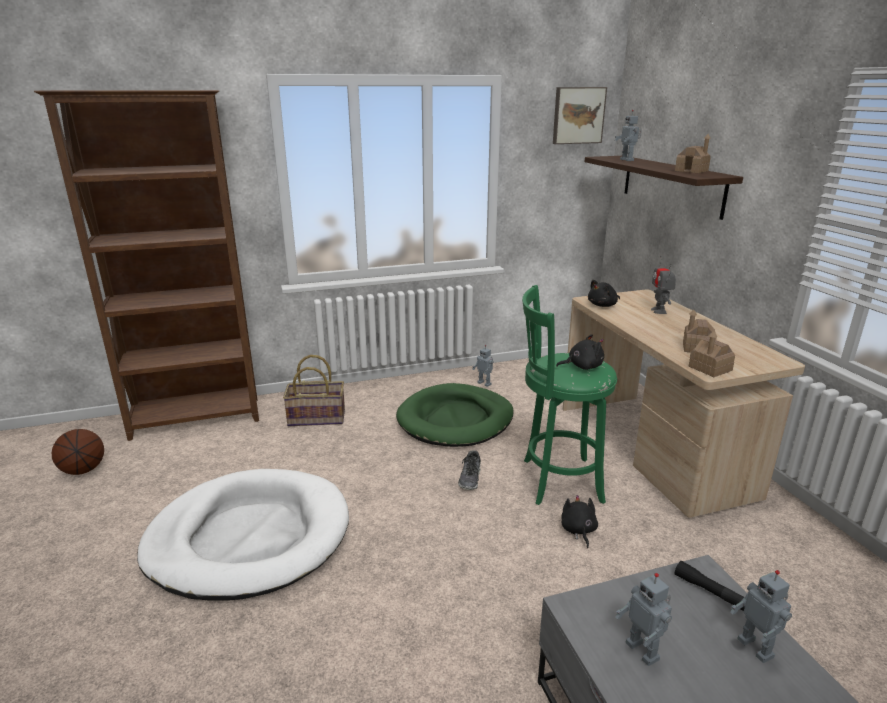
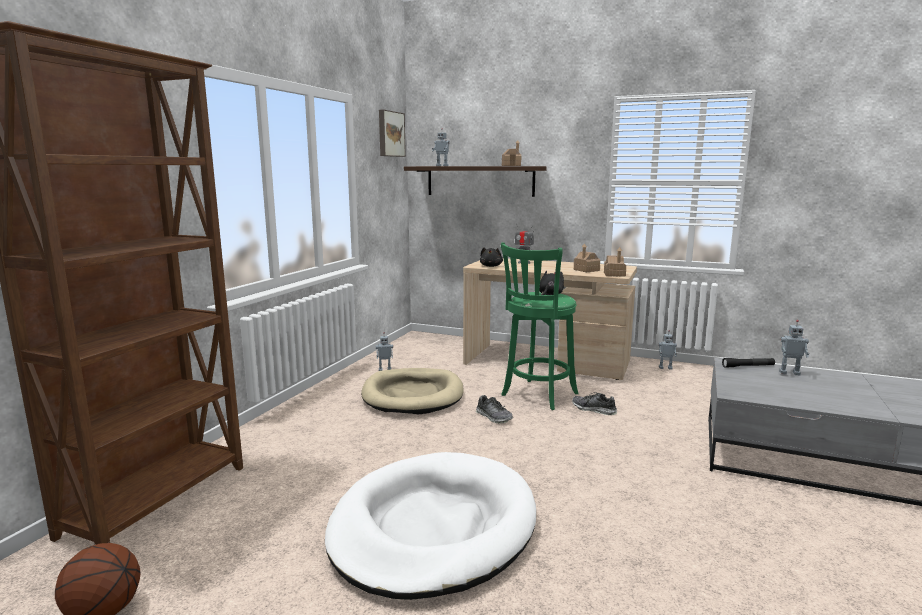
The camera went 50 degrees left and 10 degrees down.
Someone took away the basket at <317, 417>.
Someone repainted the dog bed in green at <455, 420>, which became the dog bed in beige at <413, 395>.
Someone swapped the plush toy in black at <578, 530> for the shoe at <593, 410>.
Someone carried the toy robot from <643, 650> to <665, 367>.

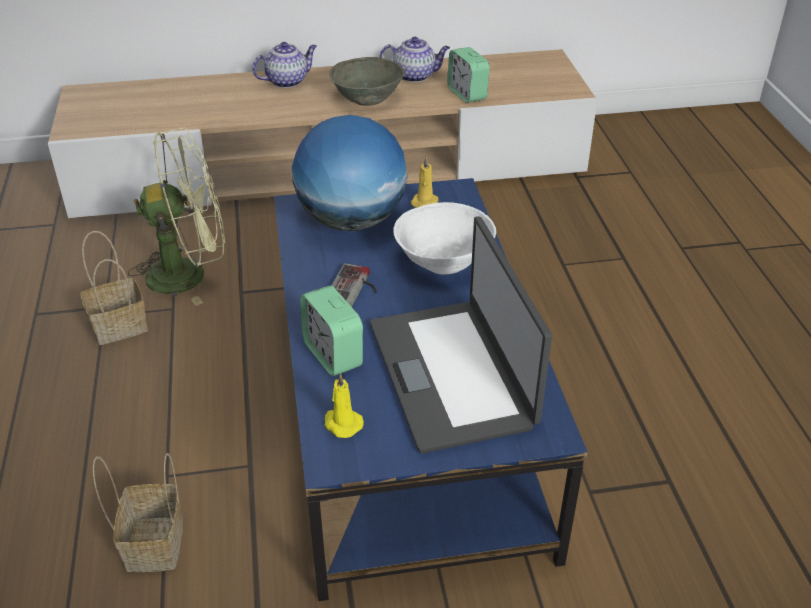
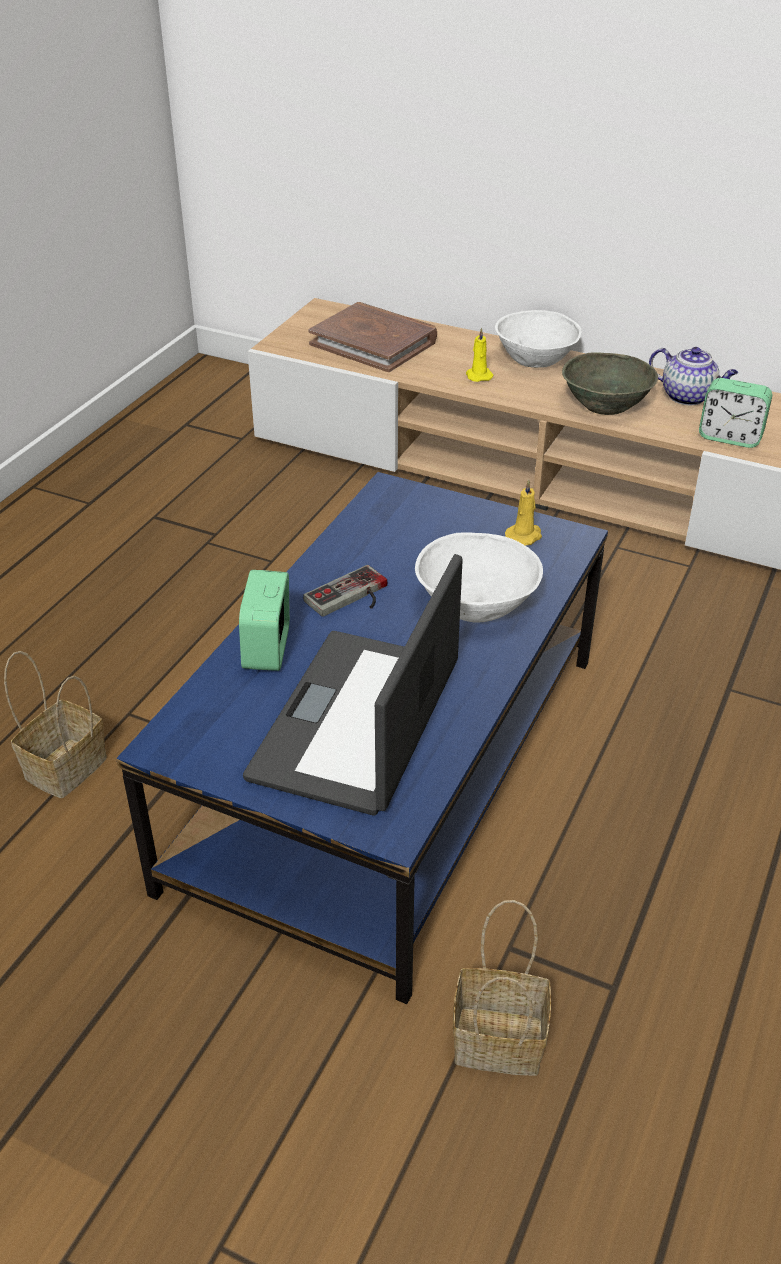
The camera went 35 degrees right and 0 degrees up.
Someone swapped the teapot at <287, 81> for the bowl in white at <537, 359>.
Someone rotated the alarm clock at <467, 94> by 75 degrees counterclockwise.
Someone took away the globe at <351, 221>.
Someone took away the fan in green at <189, 274>.
Someone carried the basket from <121, 325> to <502, 1040>.
Someone carried the candle in yellow from <342, 423> to <478, 375>.
Someone put down the book in brown at <374, 342>.

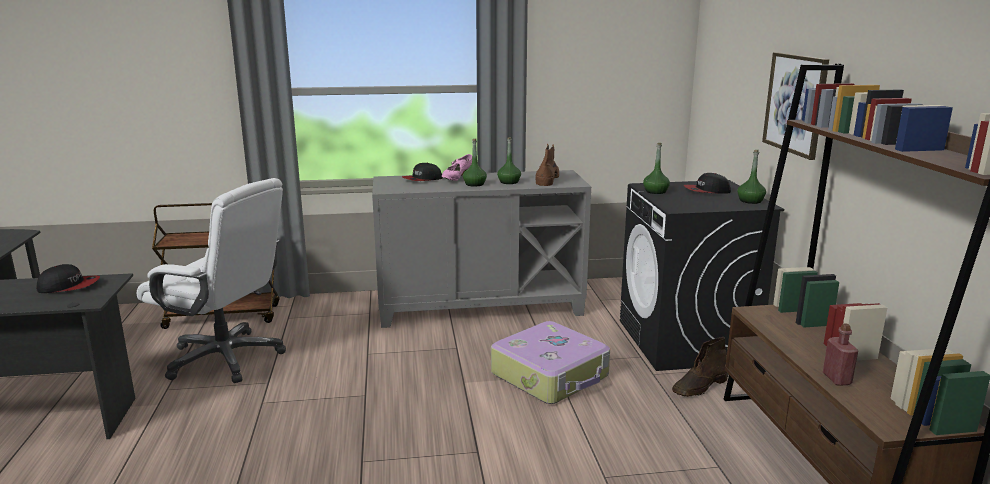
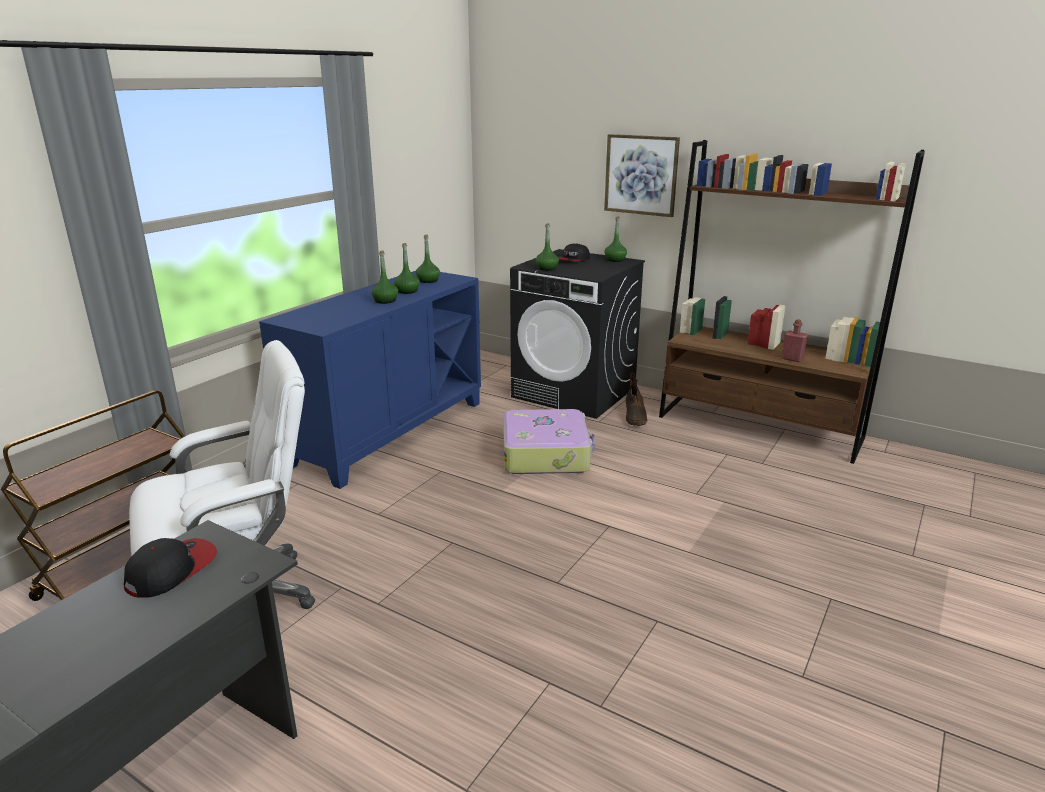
The camera went 50 degrees left and 5 degrees up.
Someone swapped the boot in brown at <547, 179> for the bottle in green at <428, 281>.
Someone took away the shoe in pink at <457, 179>.
Someone took away the cap at <422, 179>.
Someone repainted the cabinet in grey at <480, 307>, which became the cabinet in blue at <389, 432>.

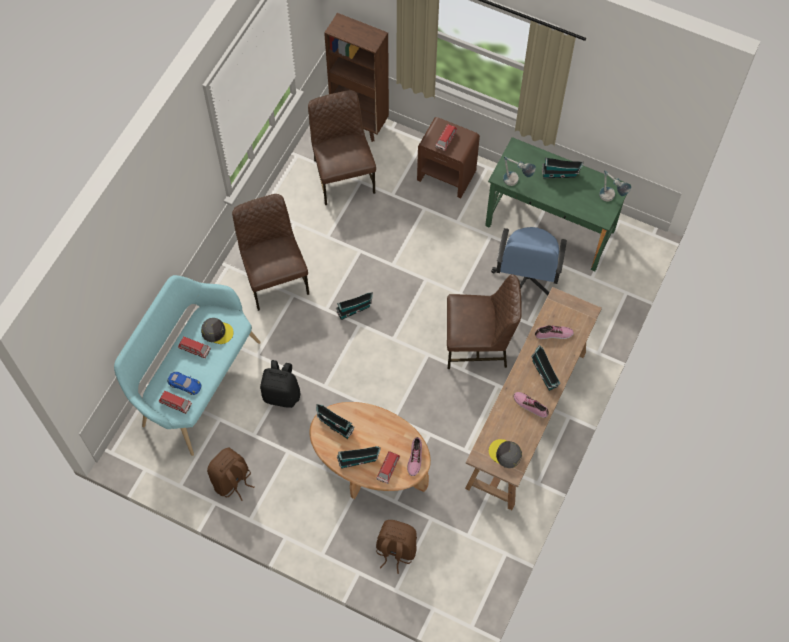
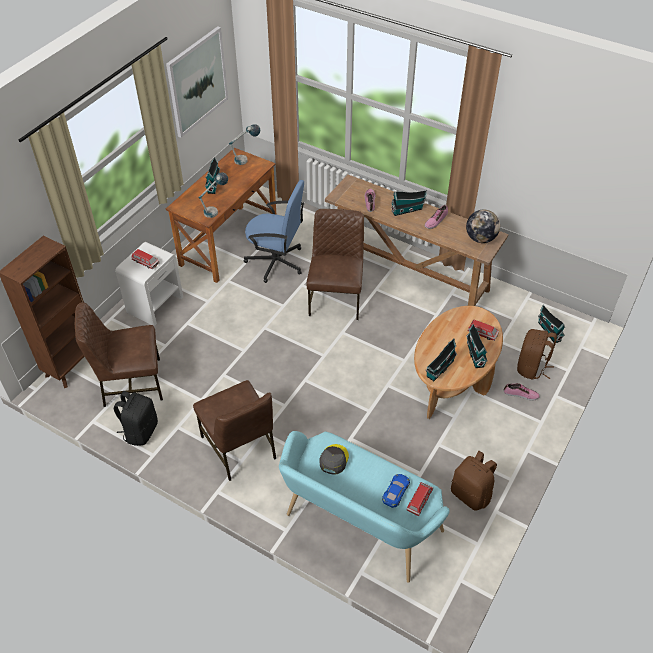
The camera went 85 degrees left and 15 degrees down.
Someone repainted the nightstand in brown at <447, 175>, which became the nightstand in white at <155, 304>.
Someone repainted the desk in green at <550, 227>, which became the desk in brown at <228, 243>.
Someone rotated the chair in brown at <274, 277> by 105 degrees counterclockwise.
Someone carried the toy house from <355, 309> to <548, 330>.
Someone took away the toy car at <194, 349>.
Someone carried the backpack in black from <282, 394> to <140, 431>.
Someone carried the shoe from <414, 458> to <521, 394>.
Someone swapped the cap in grey at <505, 454> for the globe at <480, 238>.
Someone put up the picture at <197, 81>.

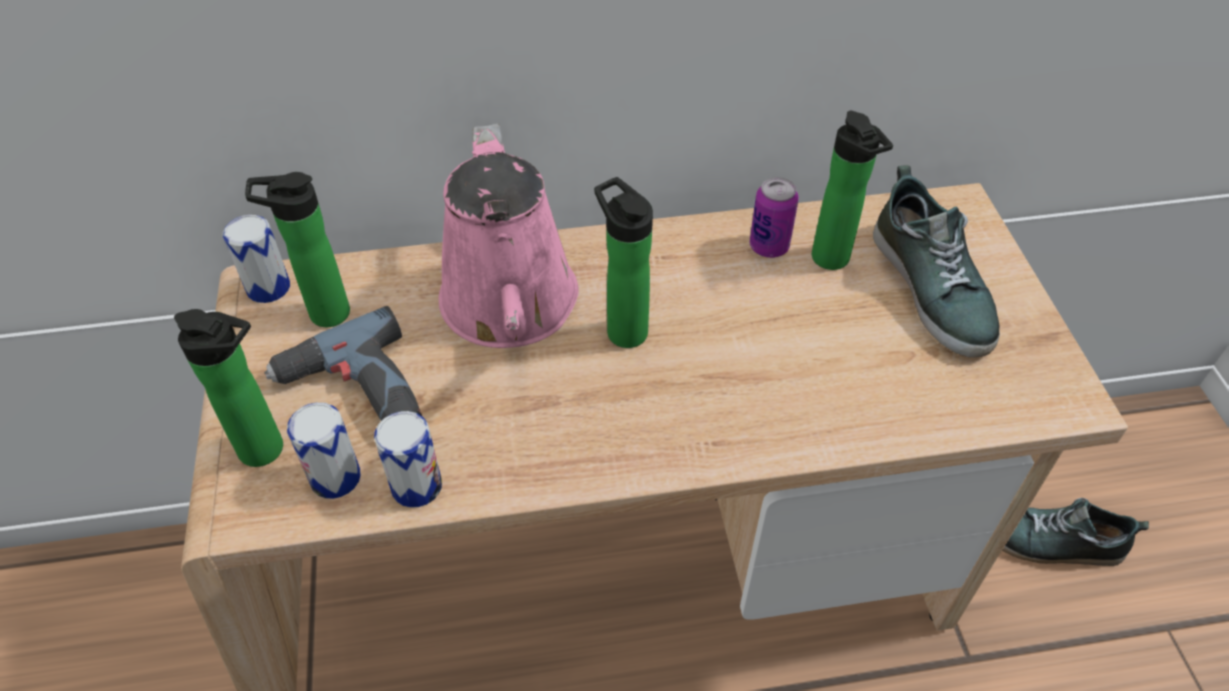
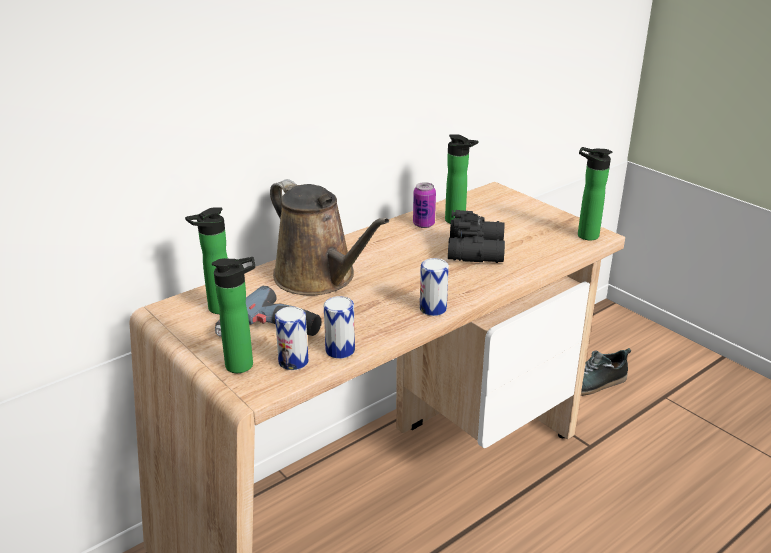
The camera went 30 degrees left and 20 degrees down.
Someone repainted the watering can in pink at <511, 308>, which became the watering can in brown at <319, 278>.
Someone took away the shoe at <933, 287>.
Someone carried the bottle from <623, 329> to <584, 235>.
Someone carried the can from <268, 288> to <433, 308>.
Someone put down the binoculars in black at <477, 250>.

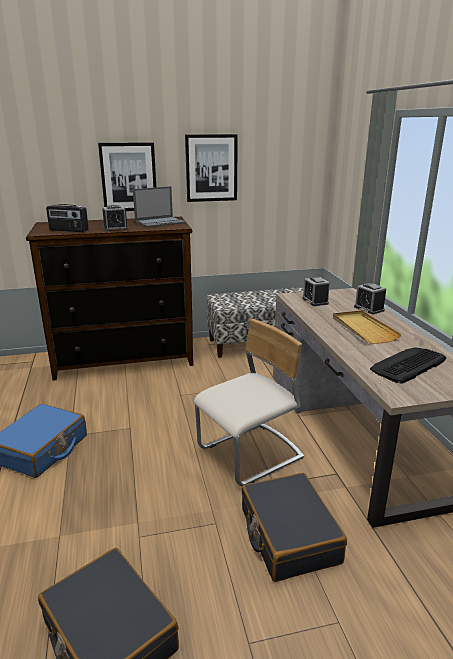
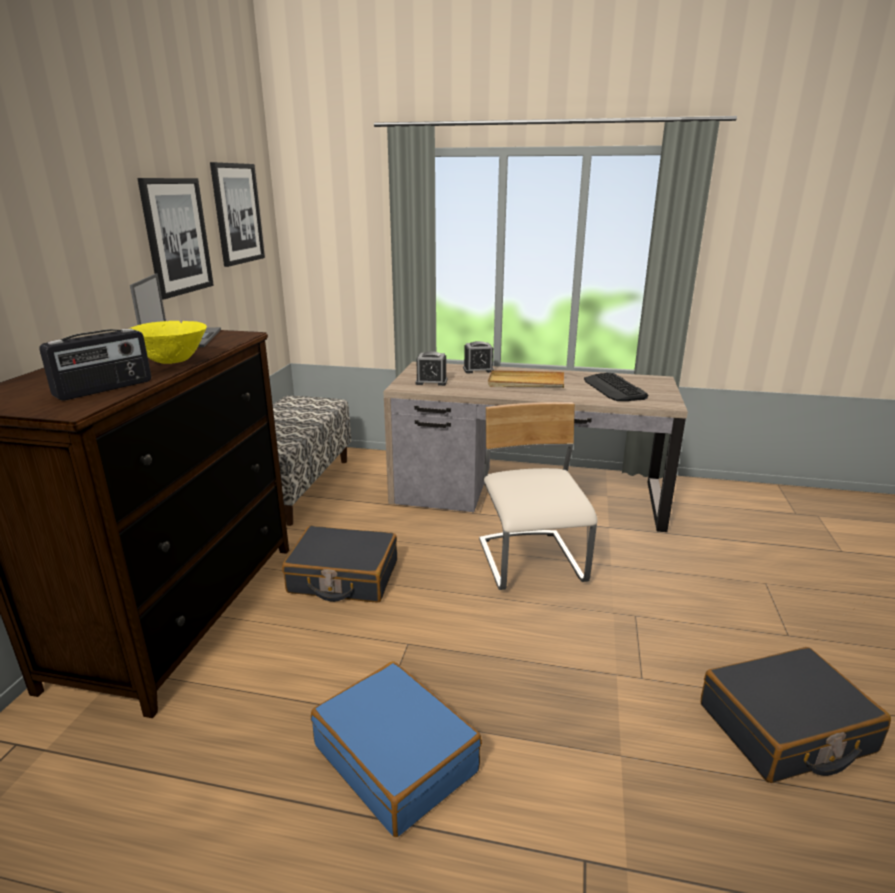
The camera went 65 degrees left and 0 degrees up.
Someone carried the picture from <128, 177> to <237, 214>.
Someone swapped the alarm clock at <115, 229> for the bowl in yellow at <172, 362>.
Someone carried the suitcase in black from <288, 535> to <343, 577>.

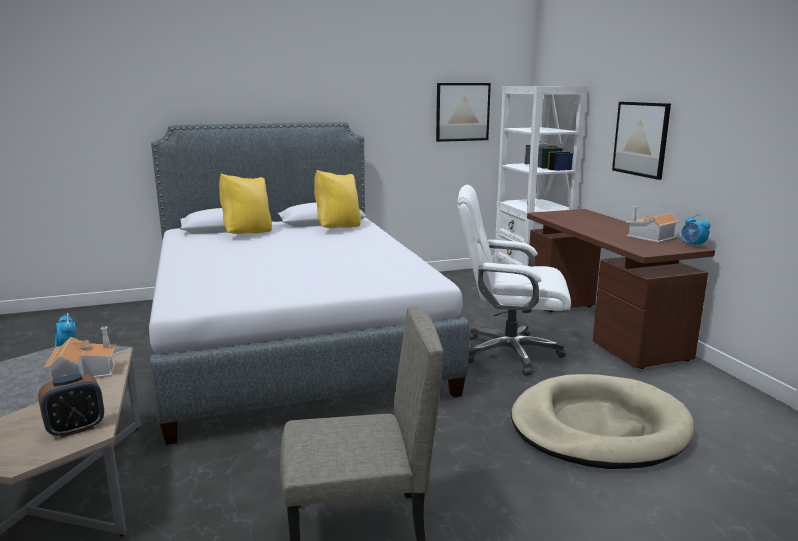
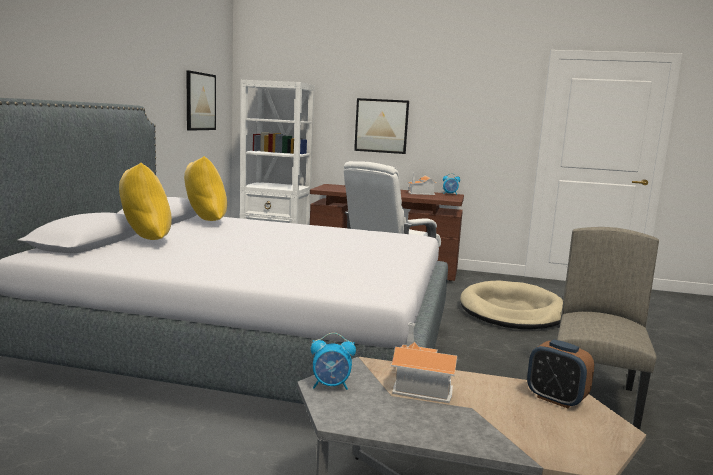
The camera went 60 degrees left and 5 degrees down.
Someone rotated the alarm clock at <76, 428> by 135 degrees clockwise.

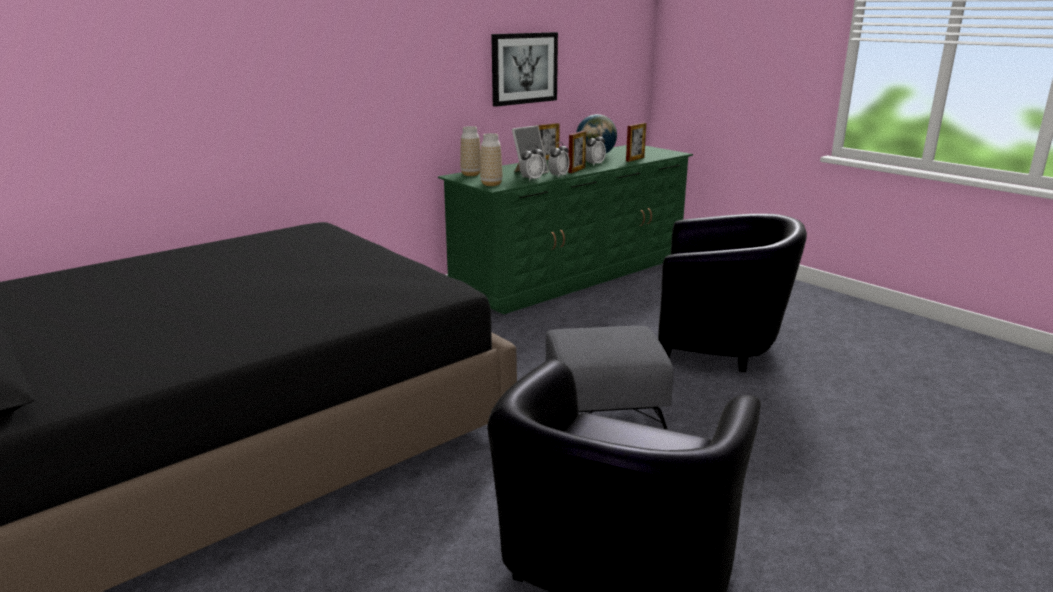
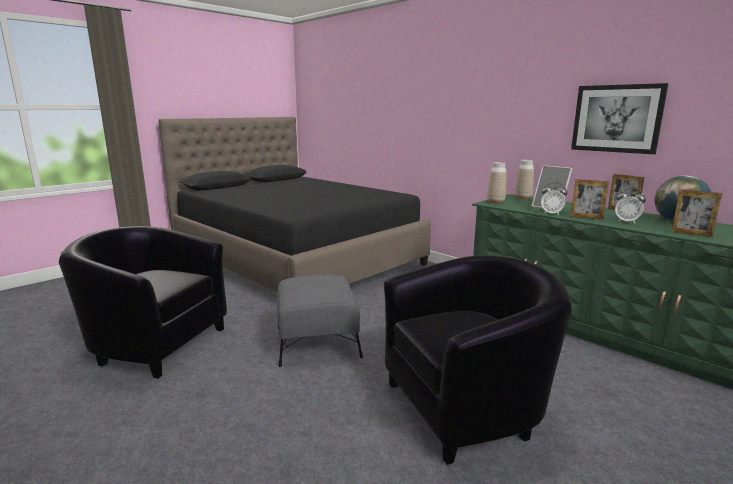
The camera went 85 degrees right and 5 degrees down.
Someone took away the alarm clock at <532, 179>.
Someone rotated the armchair in black at <720, 345> by 120 degrees counterclockwise.

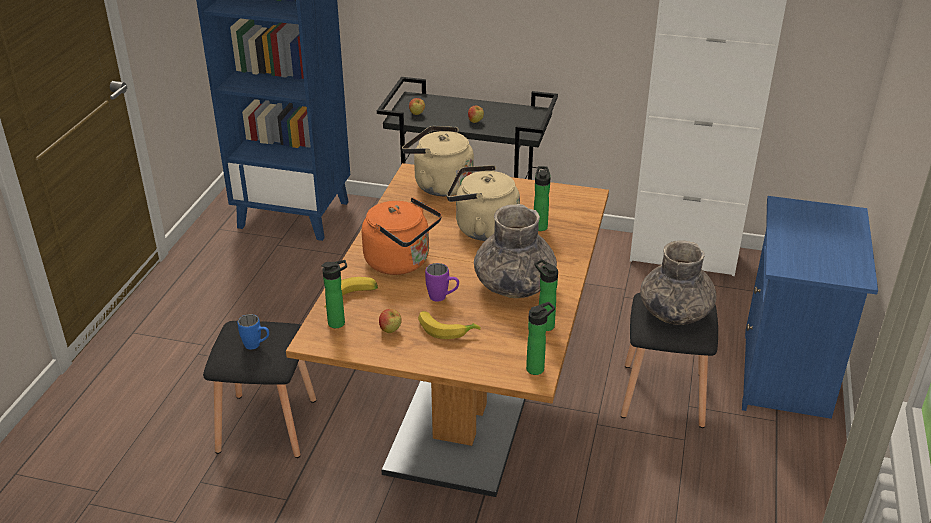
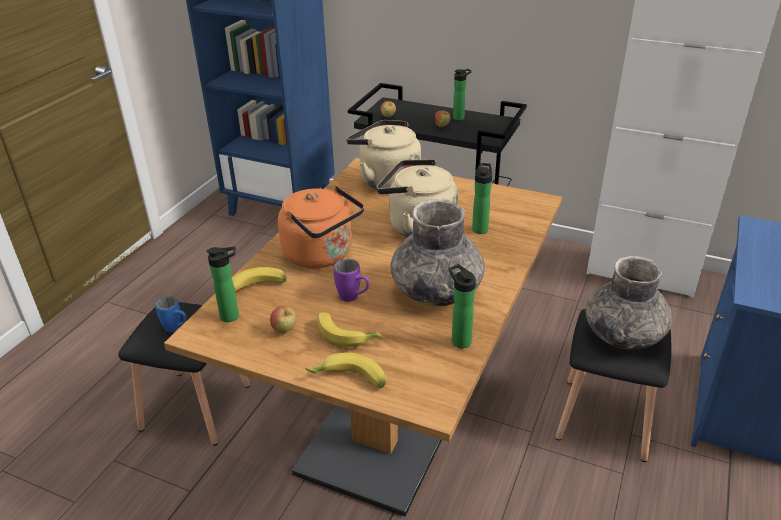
The camera went 10 degrees right and 0 degrees up.
Someone carried the bottle from <537, 368> to <460, 118>.
Someone put down the banana at <349, 380>.

